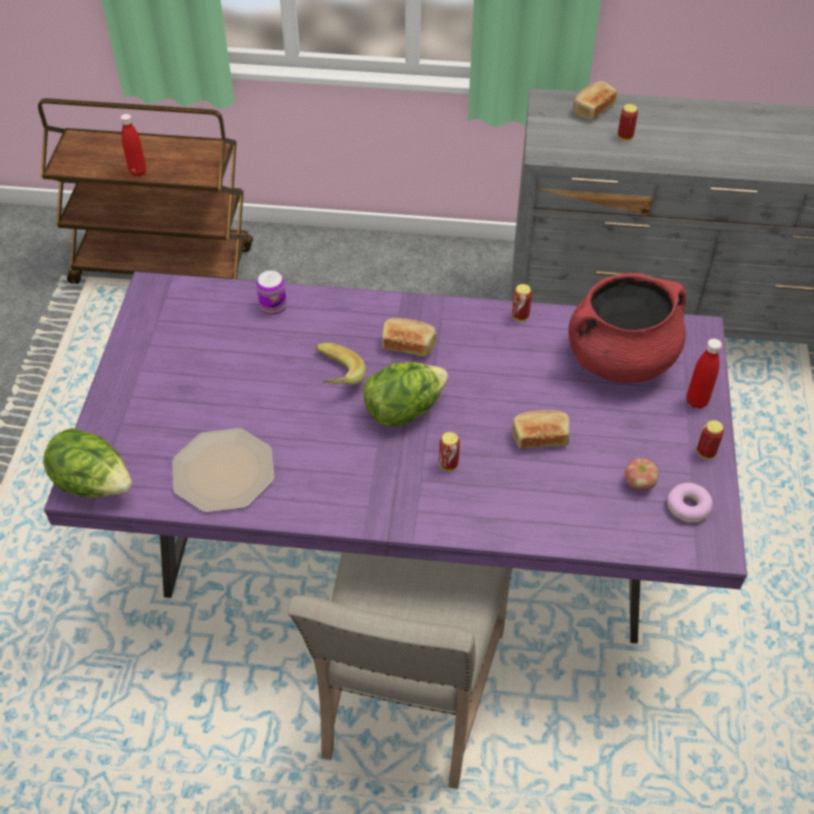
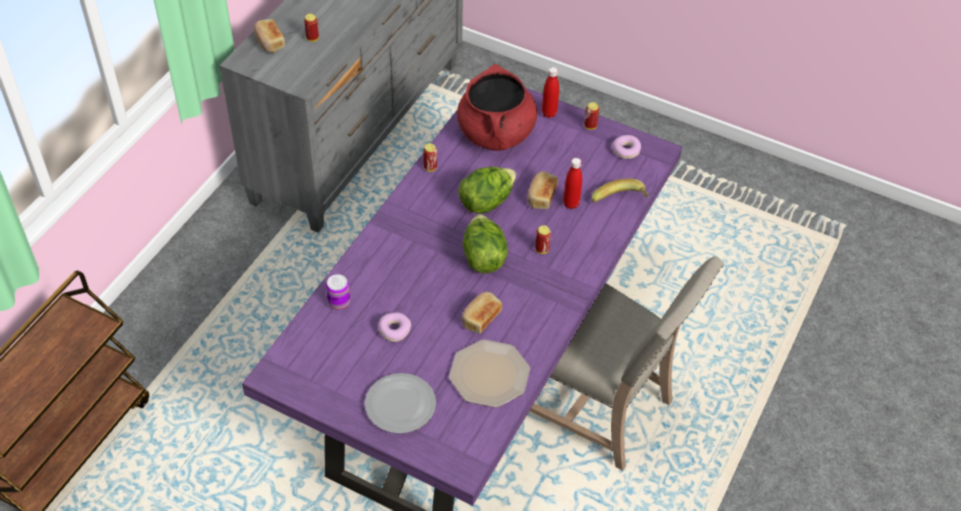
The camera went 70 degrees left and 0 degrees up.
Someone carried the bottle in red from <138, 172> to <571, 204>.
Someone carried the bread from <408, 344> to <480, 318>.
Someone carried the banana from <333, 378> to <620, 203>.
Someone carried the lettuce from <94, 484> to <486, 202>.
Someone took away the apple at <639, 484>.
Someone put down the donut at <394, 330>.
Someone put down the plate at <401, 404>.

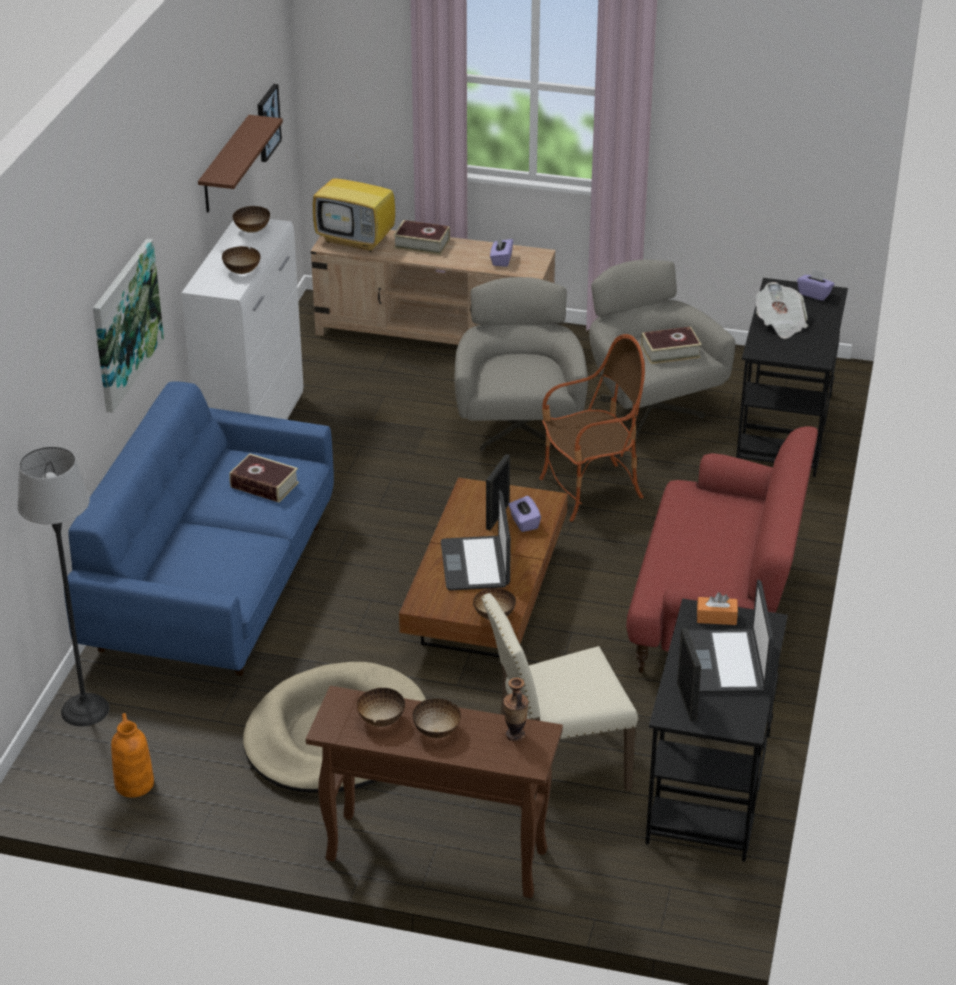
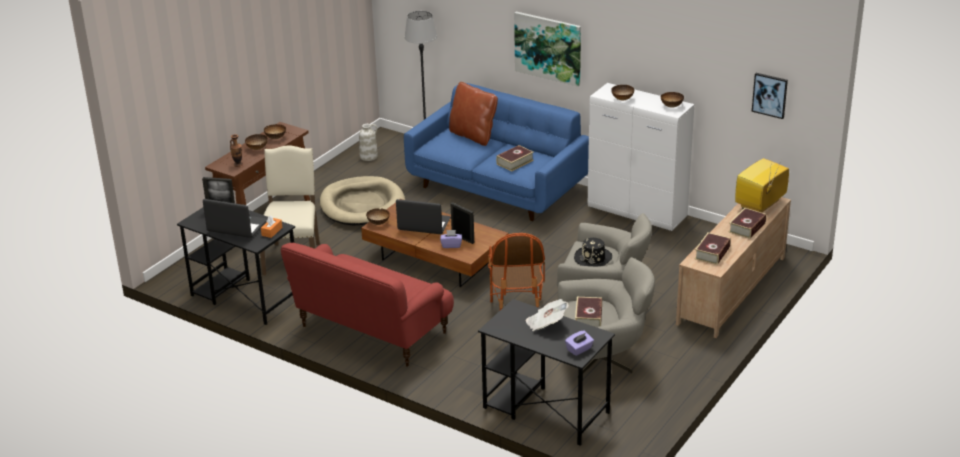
The camera went 110 degrees right and 5 degrees down.
Someone took away the shelf in brown at <225, 166>.
Someone swapped the tissue box in purple at <501, 260> for the book at <712, 253>.
Someone repainted the vase in orange at <134, 783>, which became the vase in white at <369, 156>.
Someone put down the pillow in brown at <473, 136>.
Someone put down the hat in black at <593, 258>.

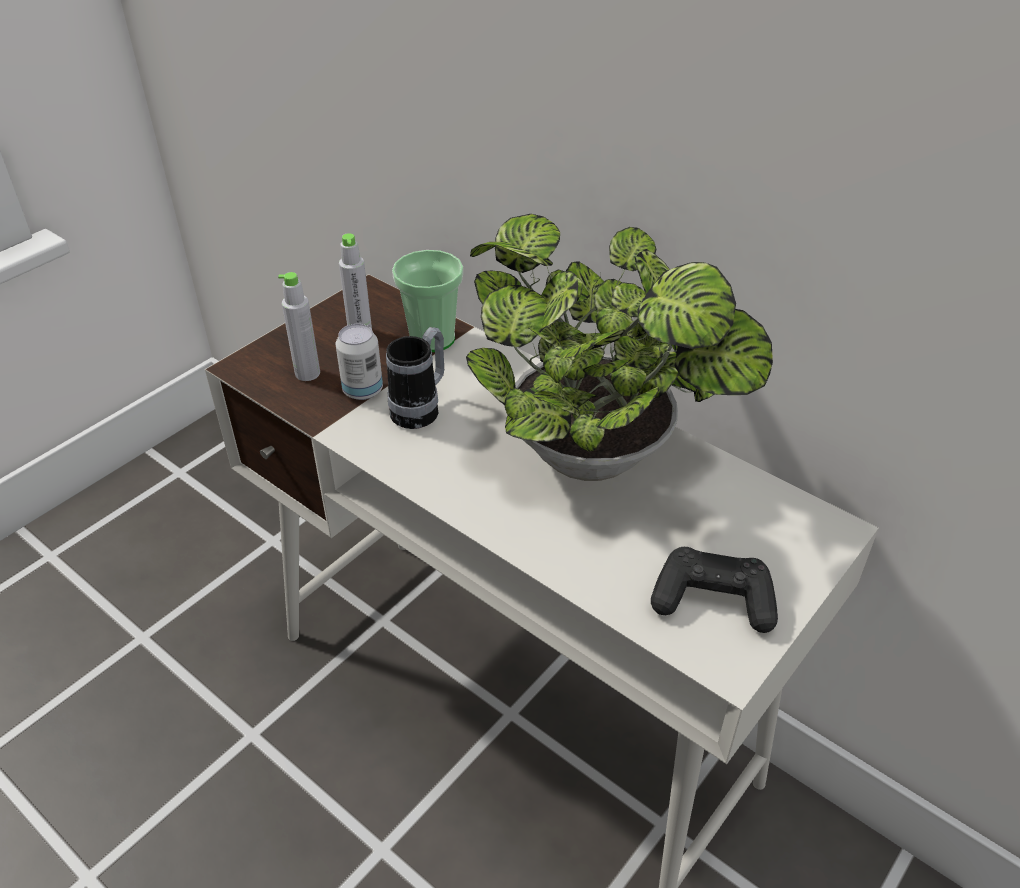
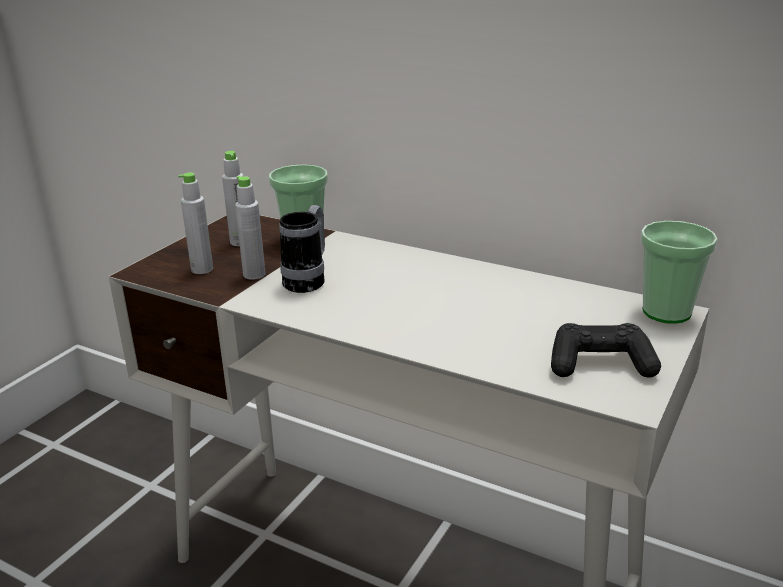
The camera went 10 degrees left and 15 degrees down.
Someone took away the potted plant at <599, 459>.
Someone swapped the can at <363, 391> for the bottle in grey at <254, 275>.
Someone put down the cup at <666, 312>.

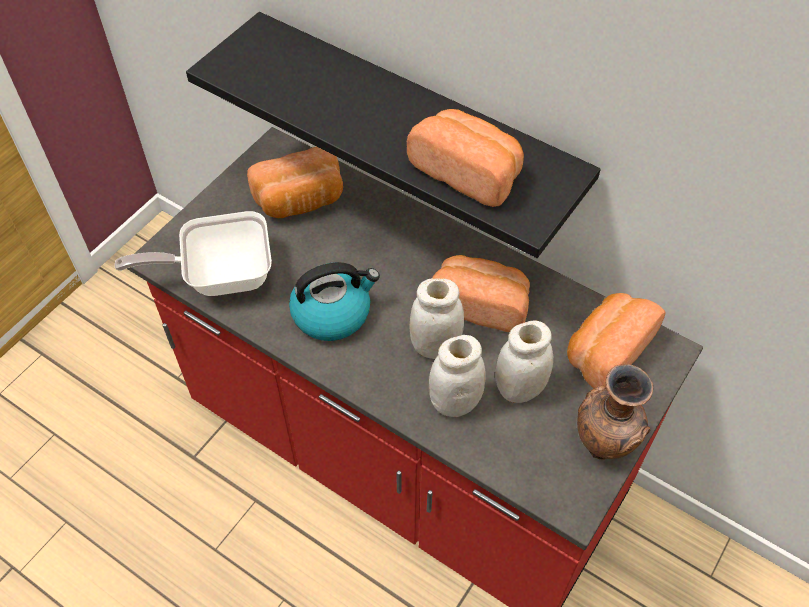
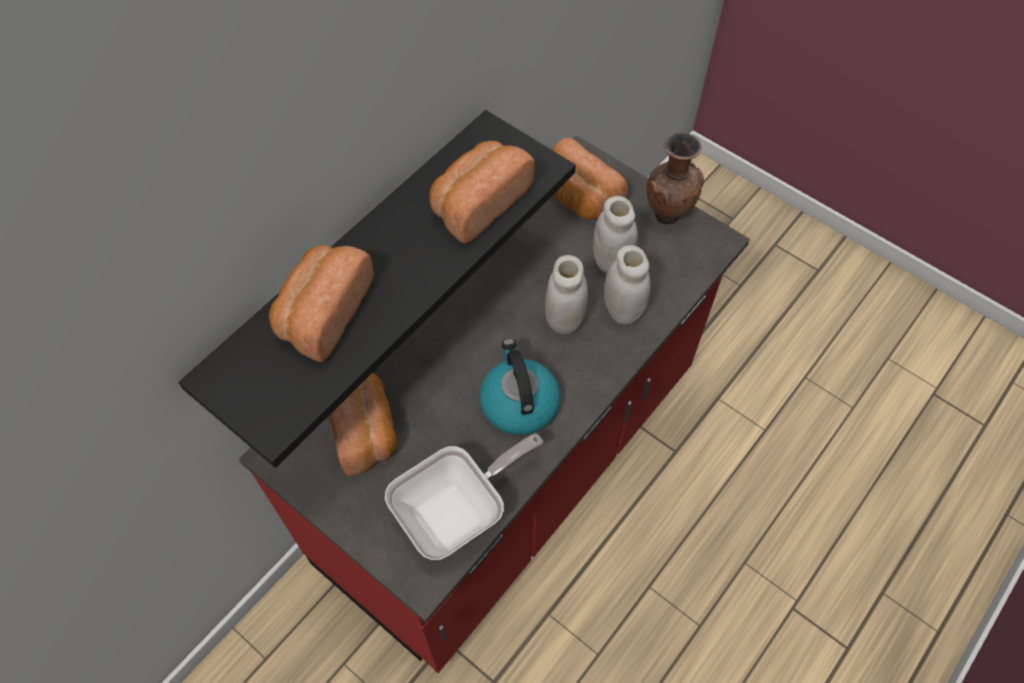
The camera went 85 degrees left and 5 degrees up.
Someone rotated the frying pan at <220, 275> by 120 degrees counterclockwise.
Someone carried the bread from <479, 304> to <323, 313>.

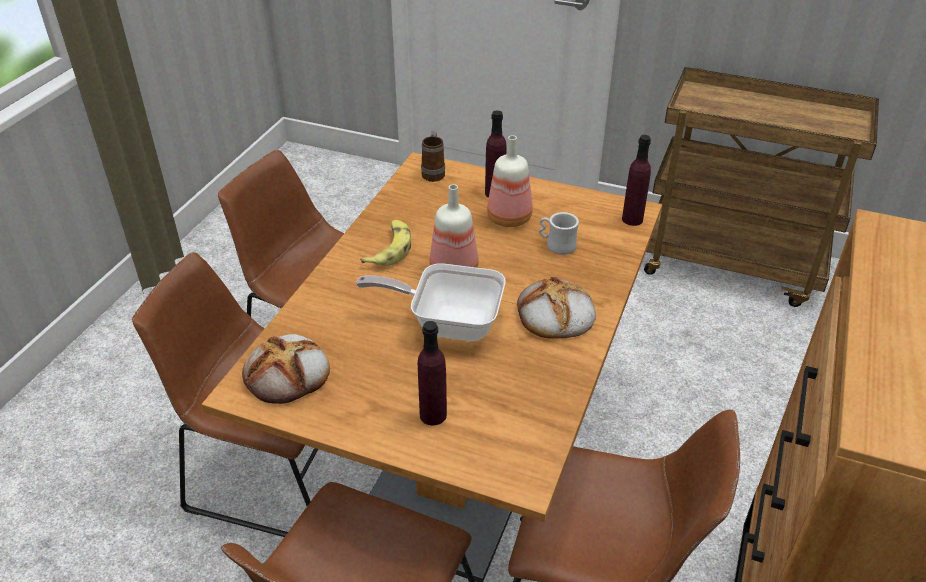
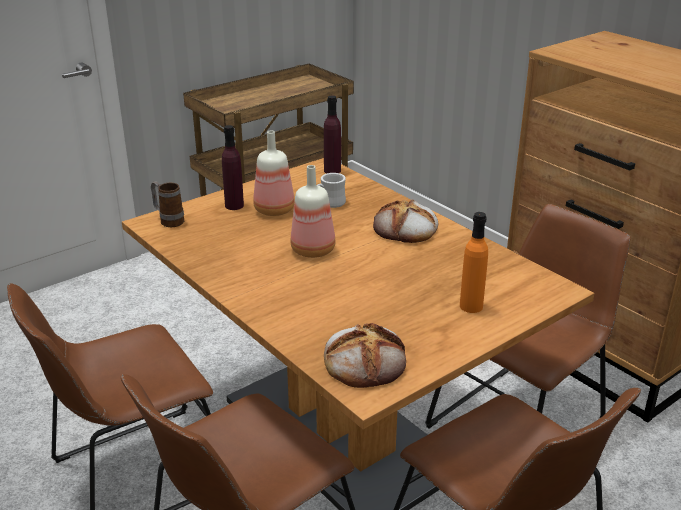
The camera went 60 degrees left and 10 degrees down.
Someone took away the banana at <390, 249>.
Someone took away the frying pan at <448, 323>.
Someone repainted the bottle in purple at <433, 415>, which became the bottle in orange at <471, 306>.

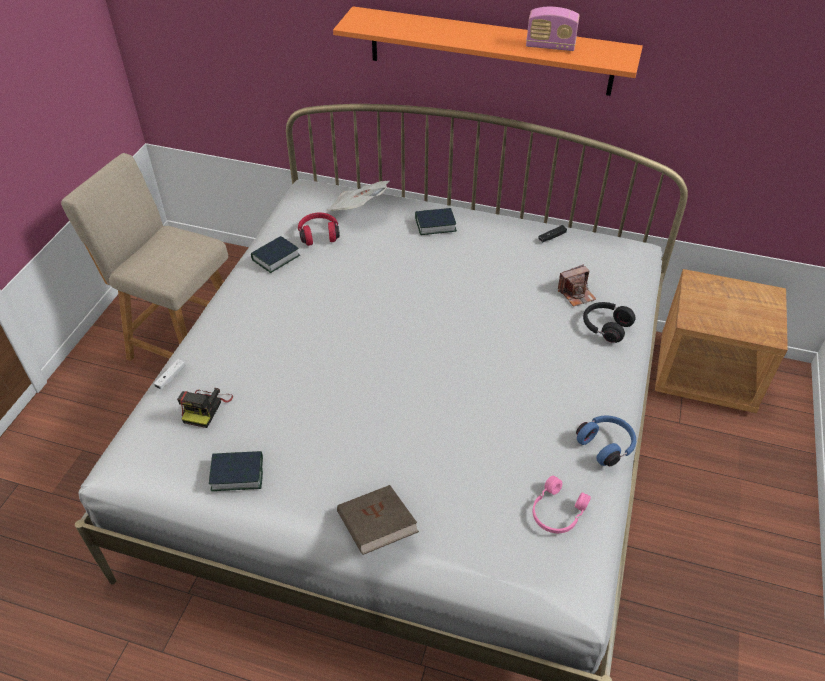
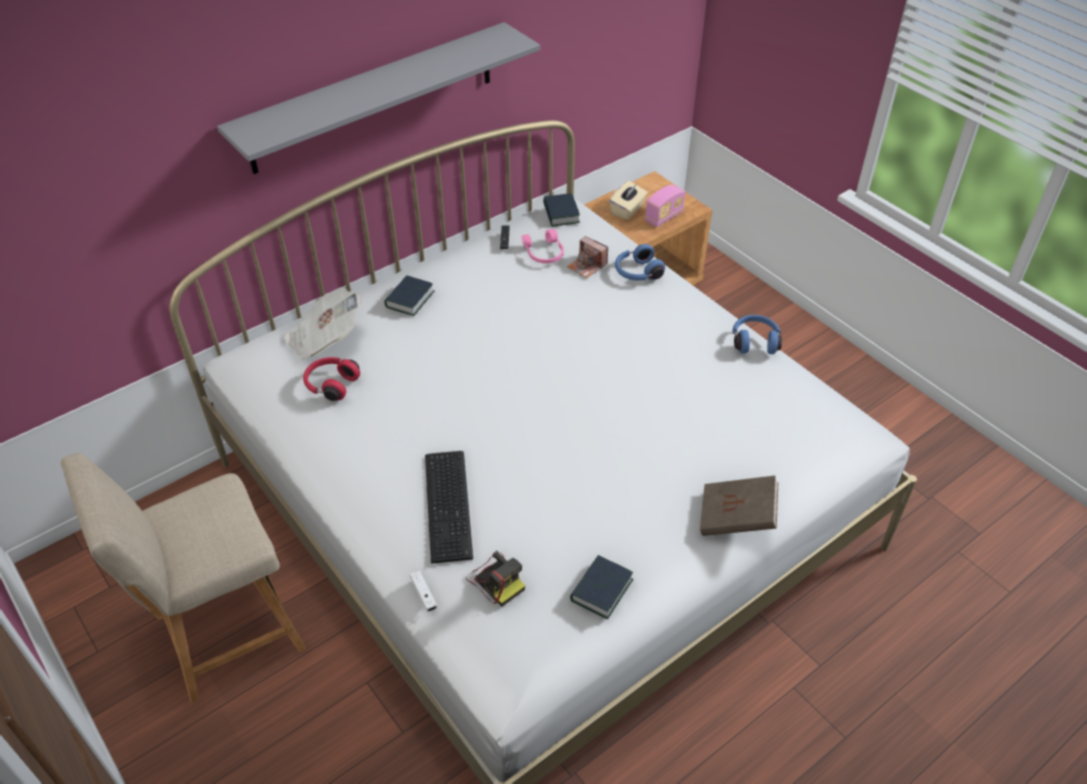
The camera went 55 degrees left and 0 degrees up.
Someone repainted the shelf in orange at <490, 51>, which became the shelf in grey at <373, 98>.
Someone carried the radio from <550, 46> to <664, 217>.
Someone carried the book from <275, 258> to <561, 214>.
Someone rotated the photo camera at <576, 294> by 120 degrees clockwise.
Someone repainted the headphones in black at <605, 327>, which became the headphones in blue at <637, 273>.
Someone carried the headphones in pink from <556, 512> to <543, 253>.
Someone put down the tissue box in beige at <627, 210>.
Someone put down the keyboard at <450, 504>.

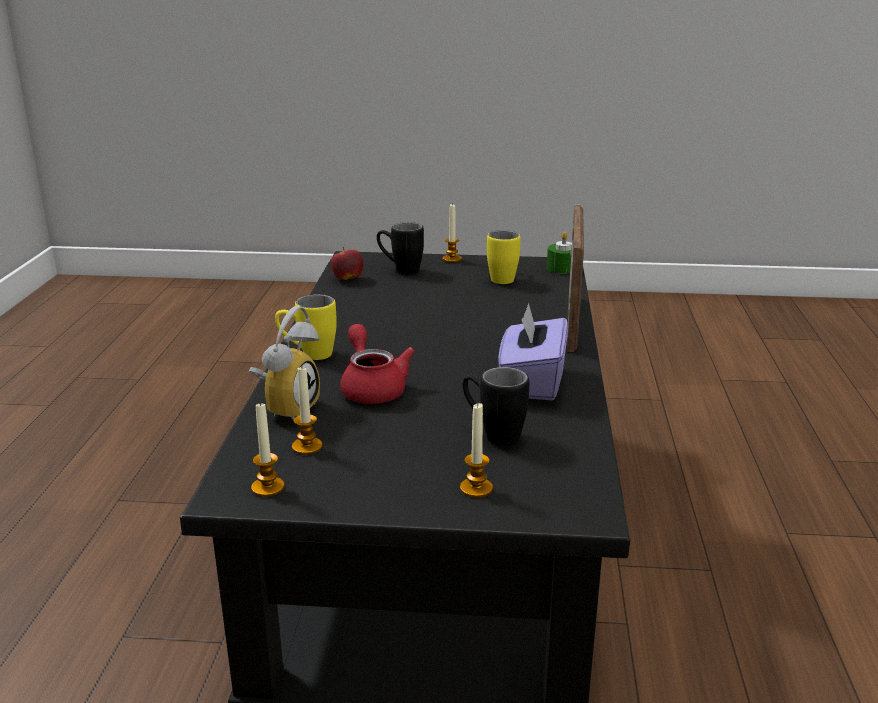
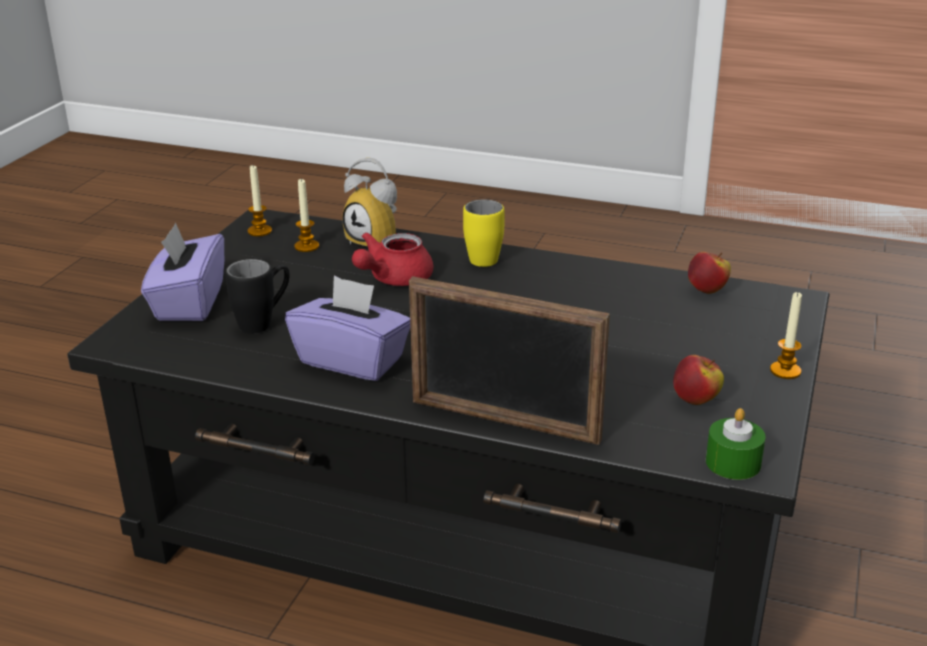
The camera went 105 degrees right and 5 degrees up.
Someone took away the mug in black at <400, 270>.
Someone swapped the mug in yellow at <502, 277> for the apple at <696, 400>.
Someone rotated the teapot in red at <372, 388> by 135 degrees clockwise.
Someone swapped the candle at <476, 488> for the tissue box in purple at <188, 302>.

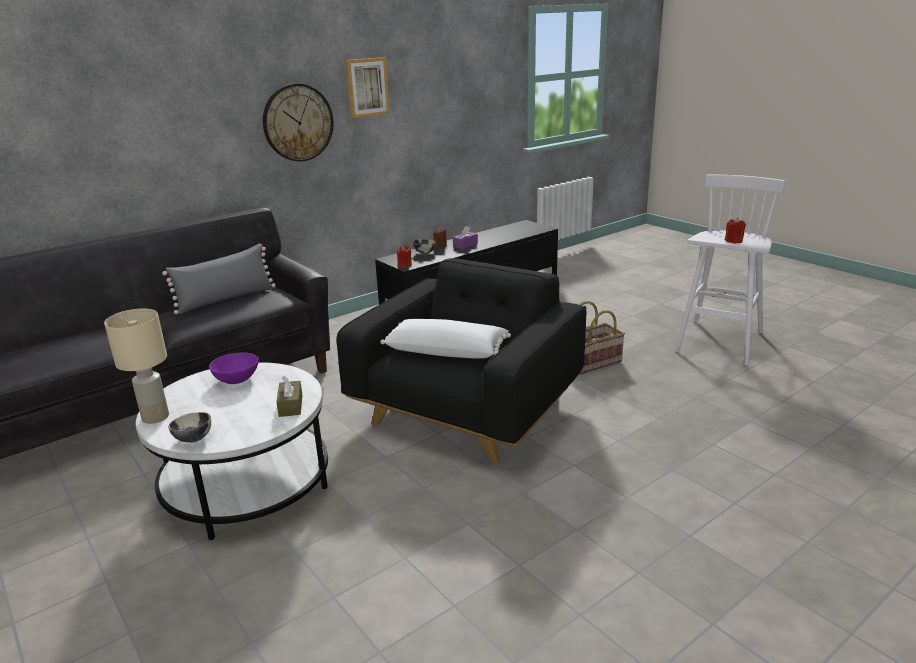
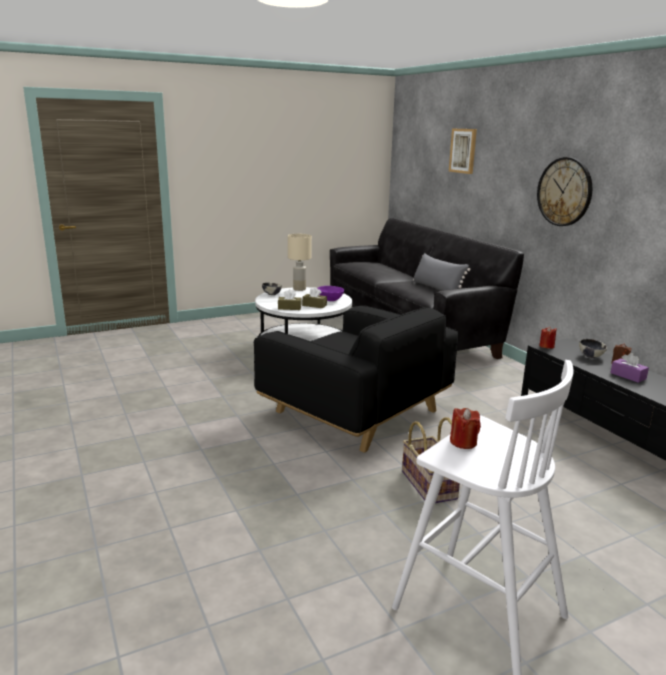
The camera went 100 degrees right and 5 degrees down.
Someone carried the picture from <367, 87> to <463, 151>.
Someone took away the pillow in white at <447, 351>.
Someone put down the tissue box in brown at <314, 305>.

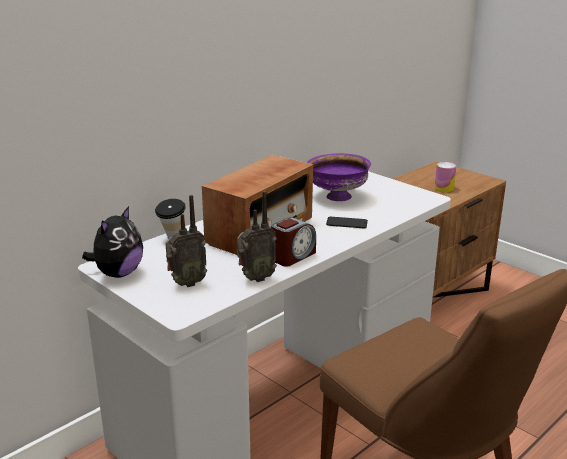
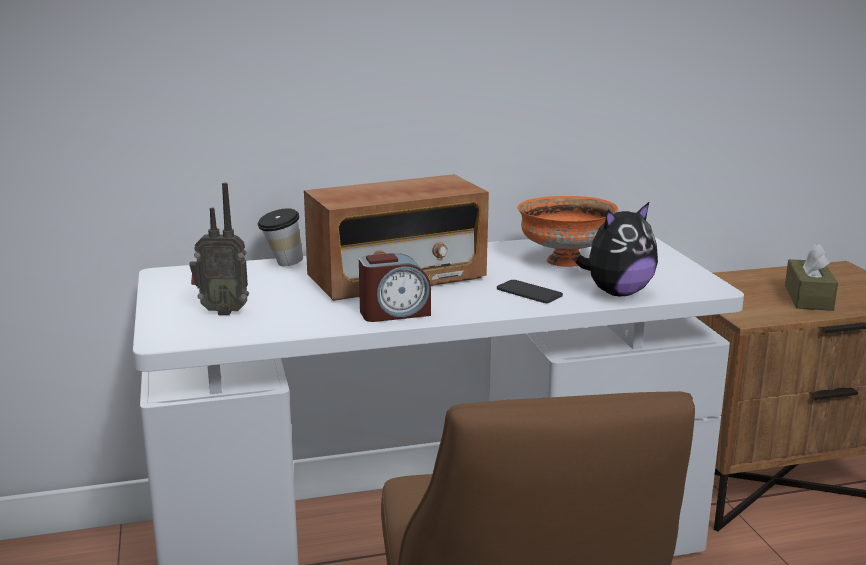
The camera went 30 degrees right and 5 degrees down.
Someone repainted the bowl in purple at <337, 197>, which became the bowl in orange at <564, 261>.
Someone swapped the can at <444, 189> for the tissue box in brown at <808, 297>.
Someone took away the radio at <255, 278>.
Someone carried the plush toy from <118, 273> to <617, 293>.

